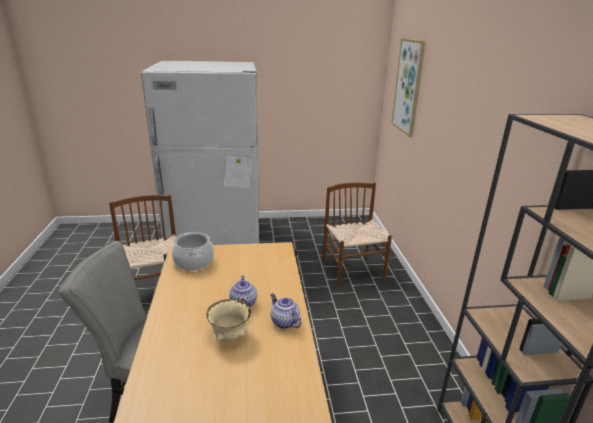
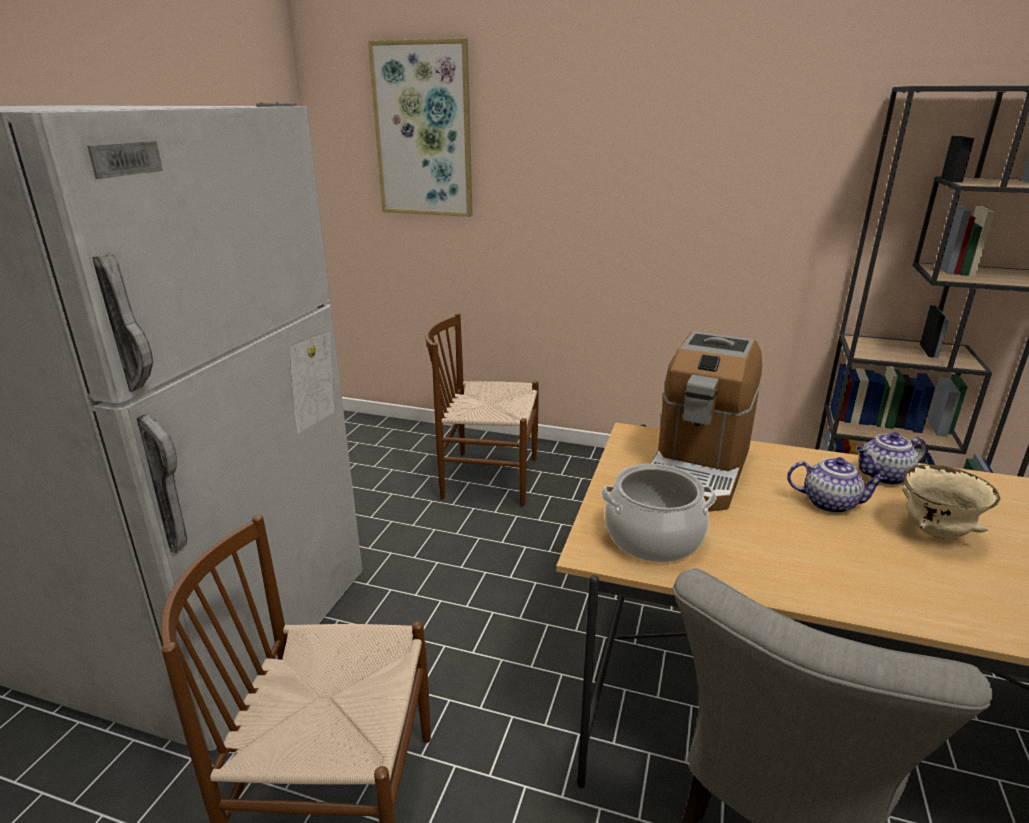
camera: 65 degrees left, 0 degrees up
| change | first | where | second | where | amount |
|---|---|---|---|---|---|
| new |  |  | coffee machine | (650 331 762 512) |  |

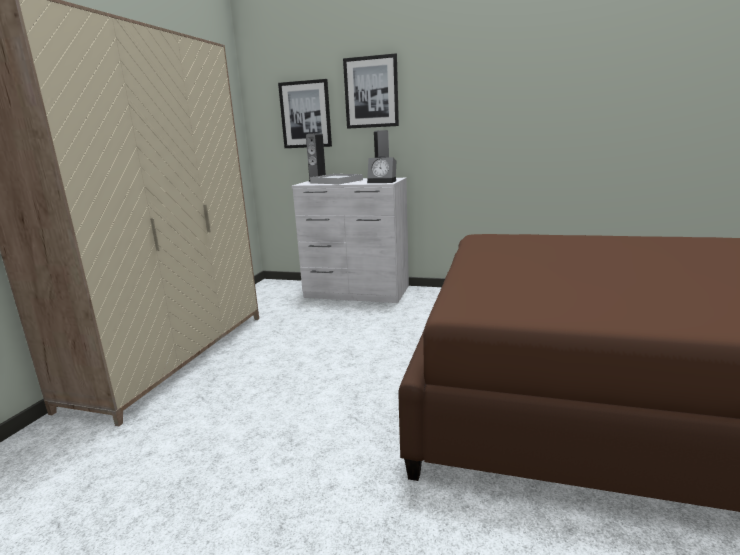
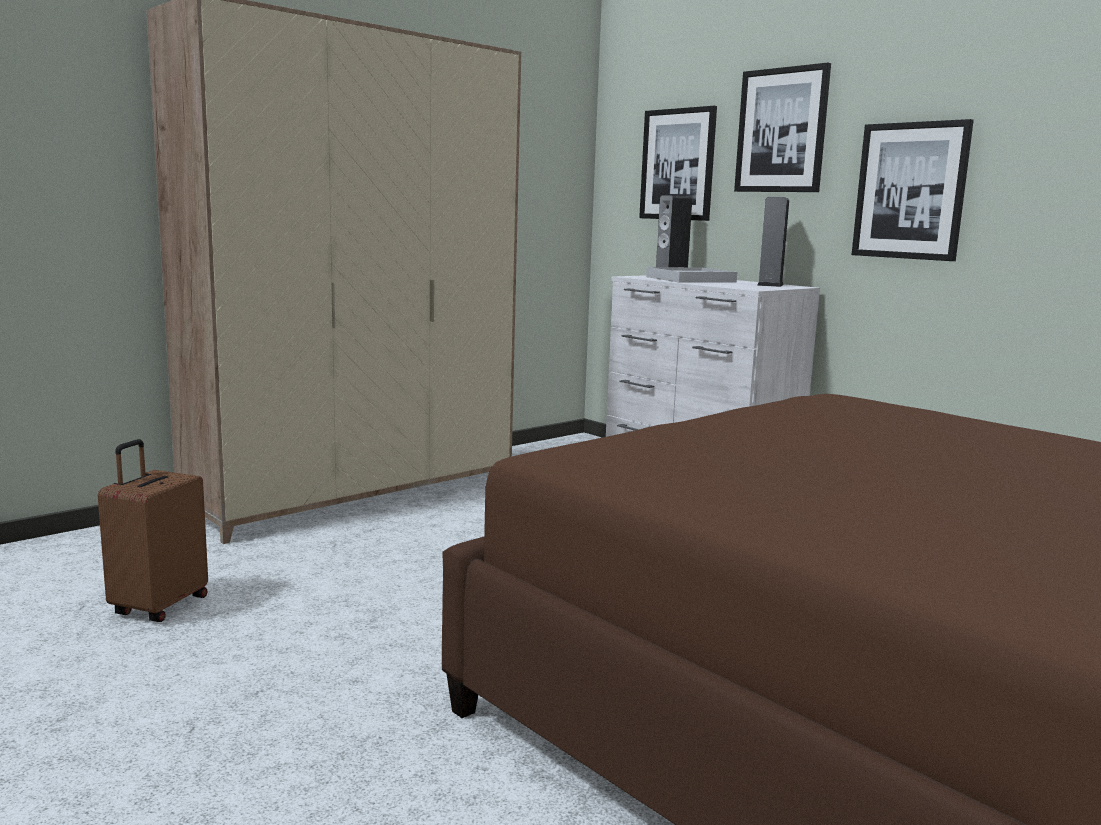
camera: 30 degrees right, 5 degrees down
| change | first | where | second | where | amount |
|---|---|---|---|---|---|
| gone | alarm clock | (367 156 396 183) |  |  |  |
| new |  |  | suitcase in brown | (98 439 208 622) |  |
| new |  |  | picture | (852 119 974 261) |  |

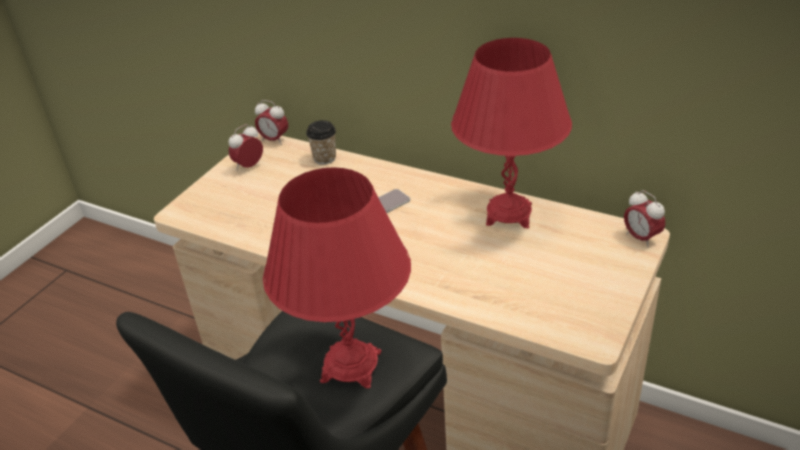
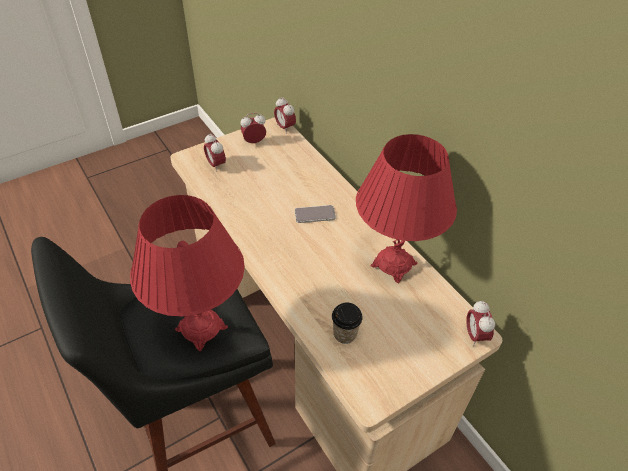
camera: 25 degrees right, 10 degrees up
| change | first | where | second | where | amount |
|---|---|---|---|---|---|
| shifted | cup | (306 120 336 165) |  | (332 302 363 344) |  |
| new |  |  | alarm clock | (204 133 226 172) |  |

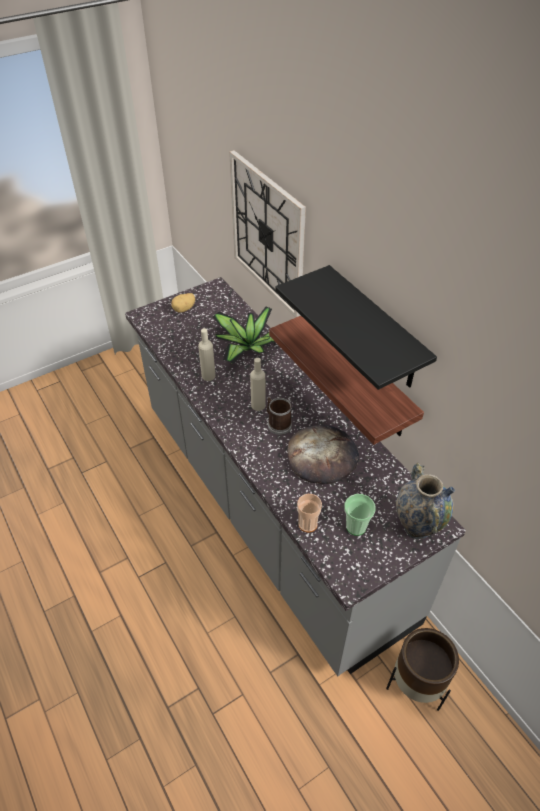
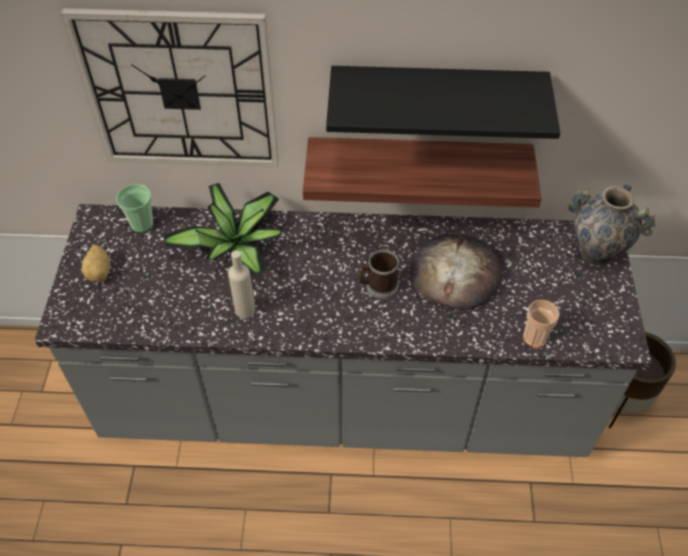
camera: 55 degrees left, 5 degrees up
| change | first | where | second | where | amount |
|---|---|---|---|---|---|
| gone | bottle in beige | (250 358 266 411) |  |  |  |
| shifted | cup | (344 494 376 536) |  | (116 184 153 233) |  |

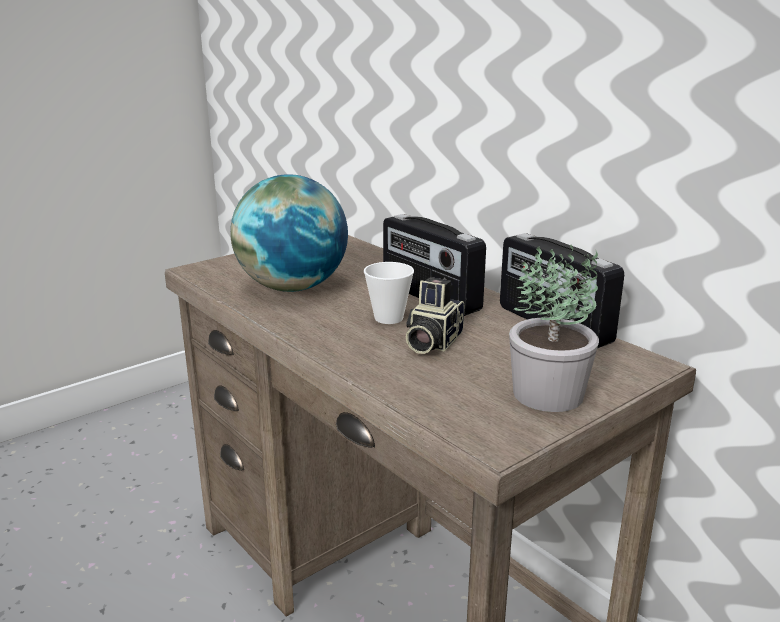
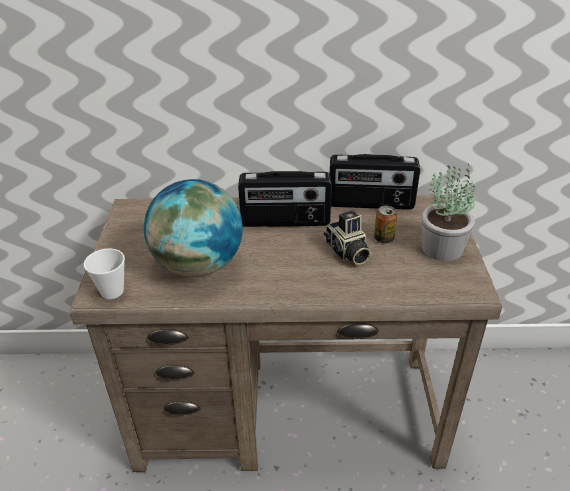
camera: 50 degrees left, 15 degrees up
| change | first | where | second | where | amount |
|---|---|---|---|---|---|
| shifted | cup | (364 262 414 324) |  | (84 248 125 299) |  |
| new |  |  | can | (374 206 397 243) |  |

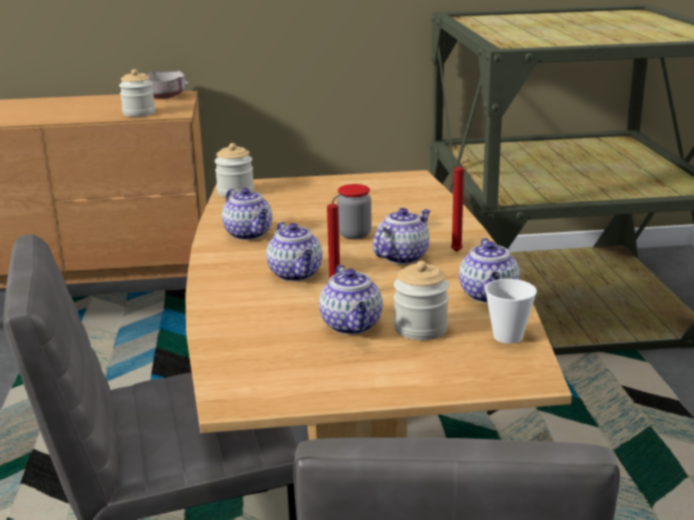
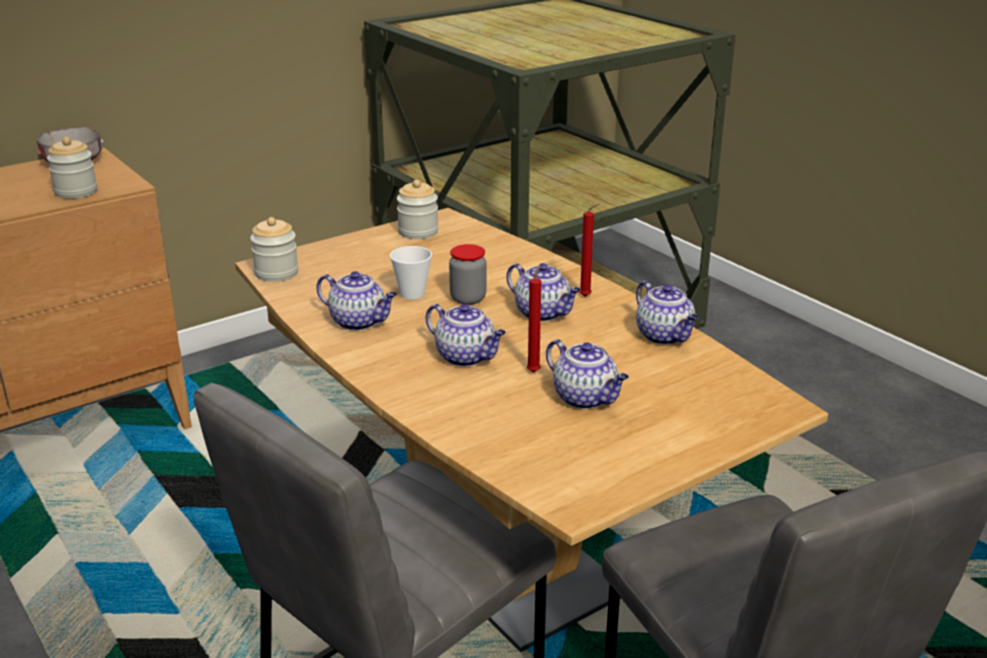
camera: 30 degrees left, 5 degrees up
| change | first | where | second | where | amount |
|---|---|---|---|---|---|
| rotated | teapot | (373 208 430 264) |  | (506 263 581 322) | 120 degrees clockwise |
| shifted | jar | (394 261 449 340) |  | (397 180 439 239) |  |
| shifted | cup | (485 279 537 344) |  | (389 246 432 300) |  |

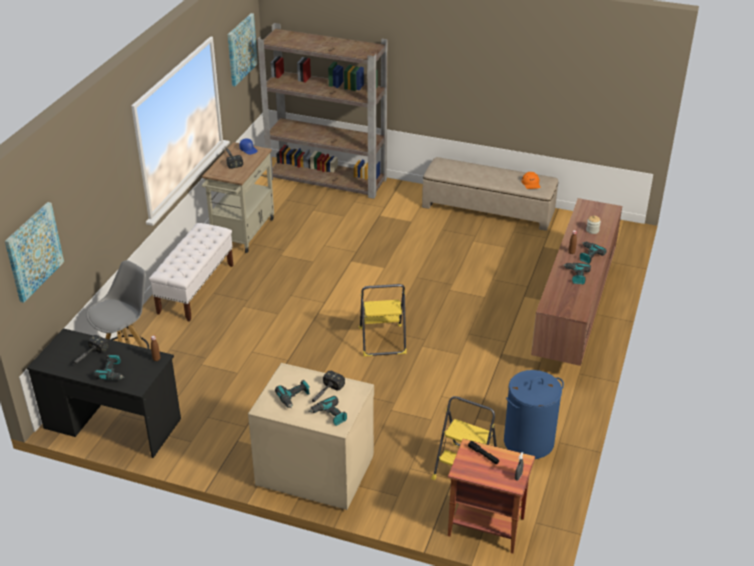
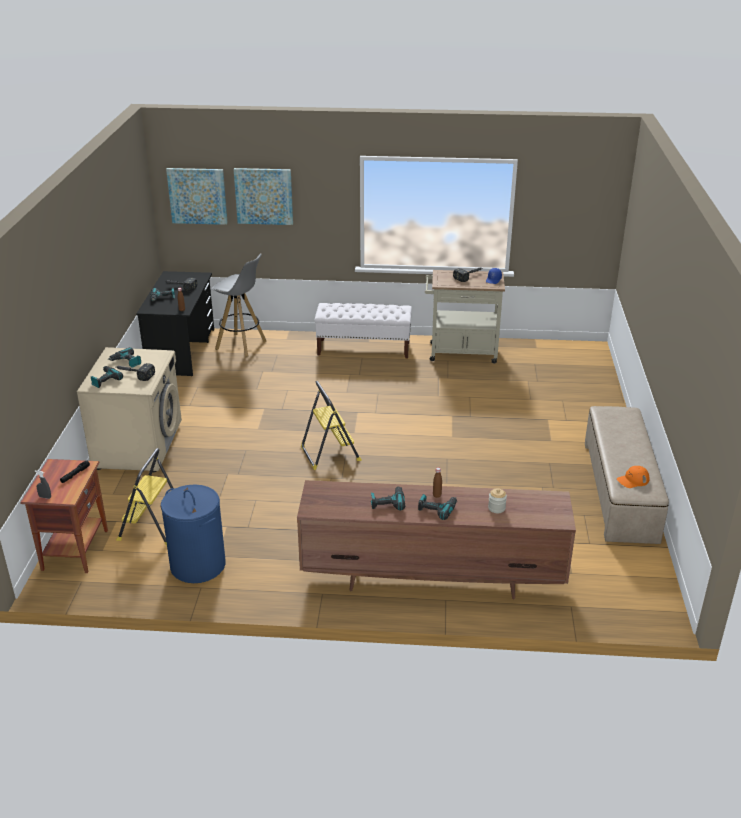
camera: 75 degrees right, 5 degrees down
| change | first | where | second | where | amount |
|---|---|---|---|---|---|
| shifted | picture | (228 13 258 86) |  | (234 168 293 225) |  |
| gone | bookcase in brown | (257 23 388 199) |  |  |  |

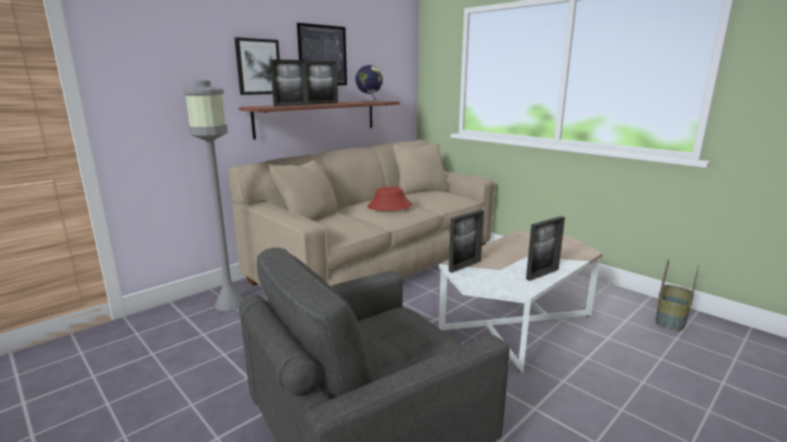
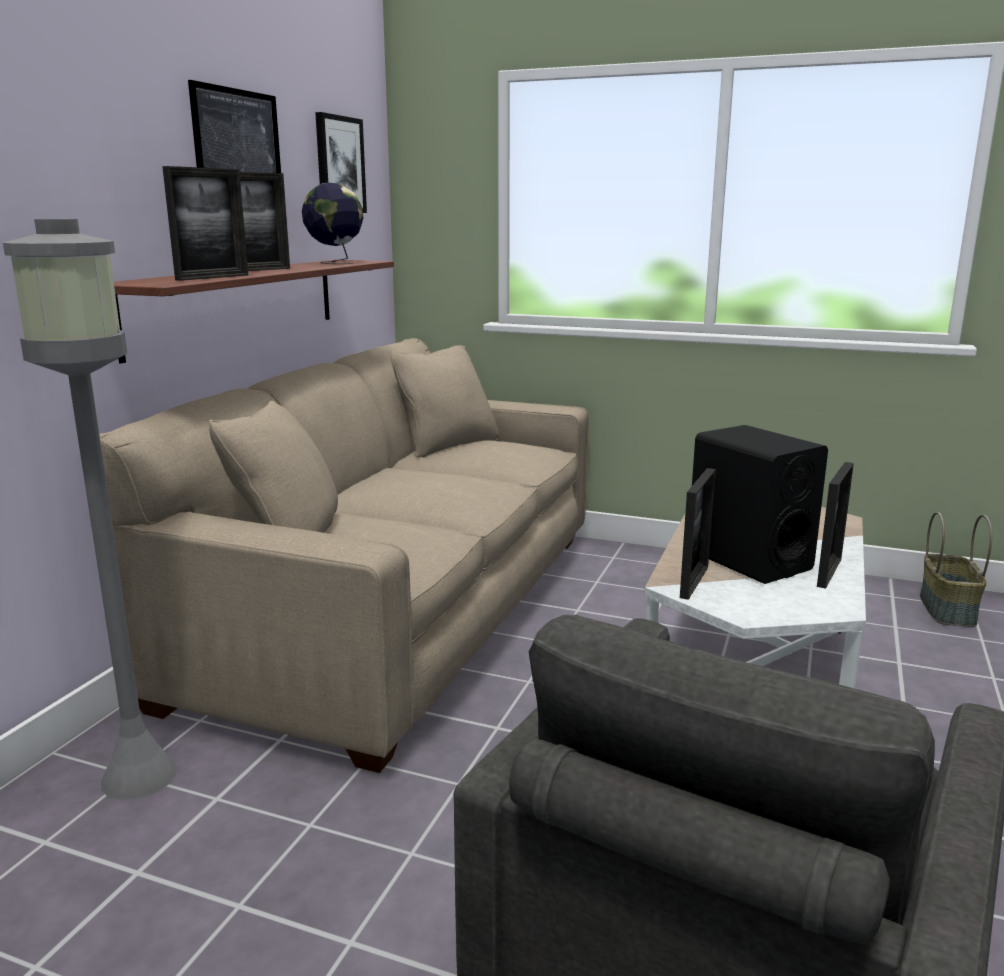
camera: 25 degrees left, 0 degrees up
| change | first | where | second | where | amount |
|---|---|---|---|---|---|
| shifted | picture | (234 37 280 95) |  | (315 112 367 213) |  |
| gone | hat in red | (367 187 413 211) |  |  |  |
| new |  |  | speaker in black | (692 425 828 584) |  |

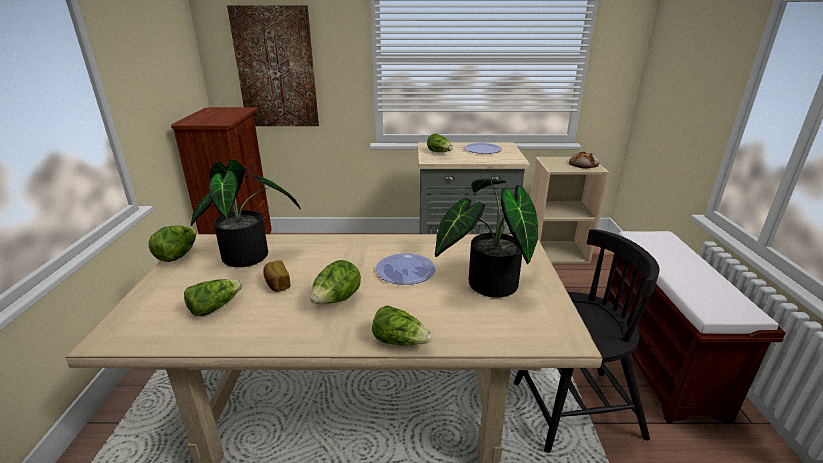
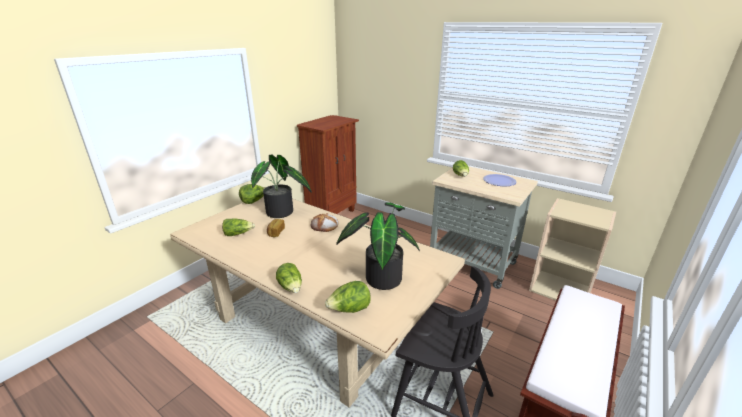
camera: 35 degrees right, 0 degrees up
| change | first | where | second | where | amount |
|---|---|---|---|---|---|
| gone | picture | (227 5 319 126) |  |  |  |
| shifted | lettuce | (310 260 361 304) |  | (325 281 371 313) |  |
| gone | plate | (375 253 435 285) |  |  |  |
| shifted | bread | (569 151 599 168) |  | (310 213 339 232) |  |

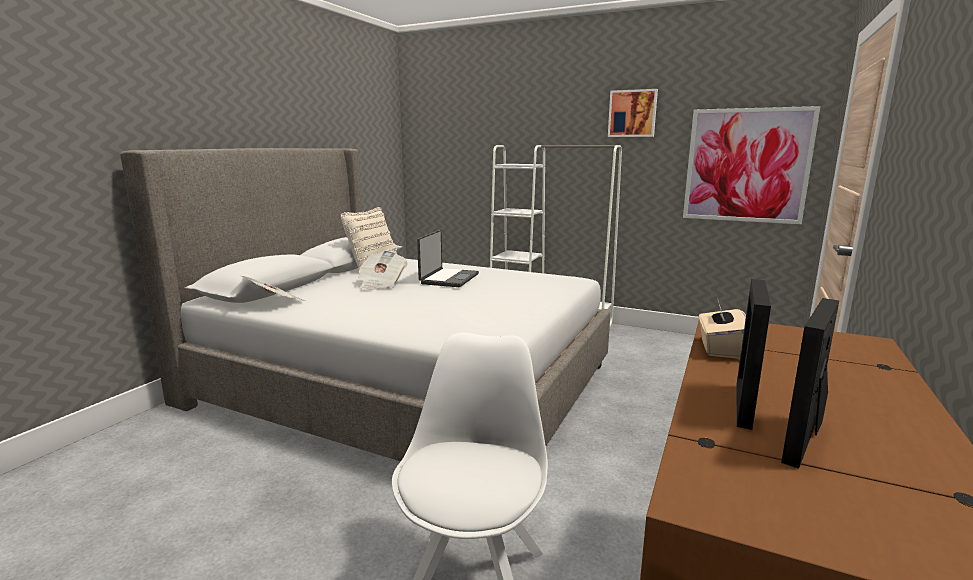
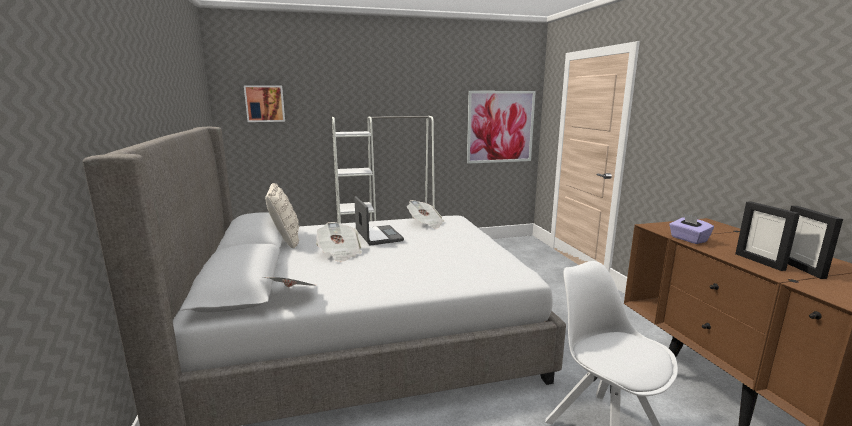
camera: 40 degrees left, 0 degrees up
| change | first | where | second | where | amount |
|---|---|---|---|---|---|
| shifted | picture | (608 89 658 137) |  | (244 85 285 122) |  |
| repainted | tissue box in beige | (699 300 746 359) | tissue box in purple | (669 213 714 244) |  |
| new |  |  | newspaper | (407 200 444 229) |  |

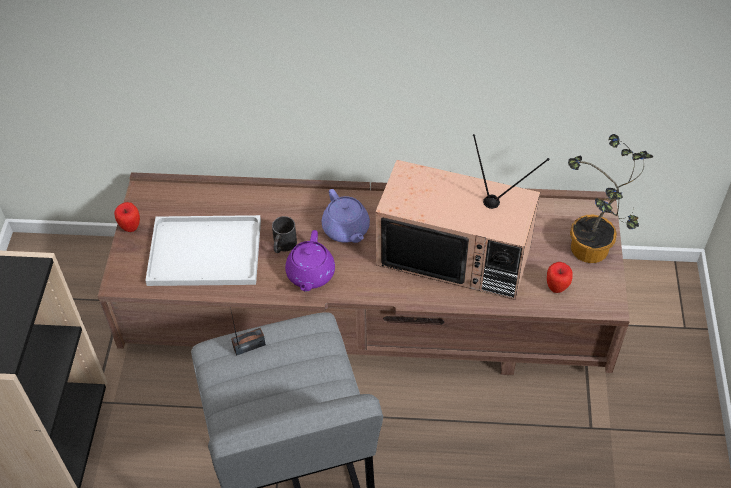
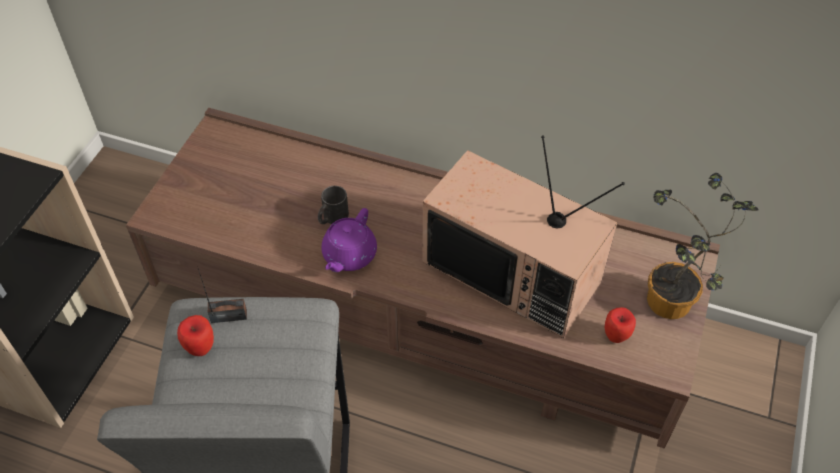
camera: 15 degrees right, 0 degrees up
| change | first | where | second | where | amount |
|---|---|---|---|---|---|
| shifted | apple | (114 202 140 232) |  | (177 315 214 356) |  |
| gone | tray in white | (145 215 261 286) |  |  |  |
| gone | teapot in purple | (322 189 370 243) |  |  |  |

